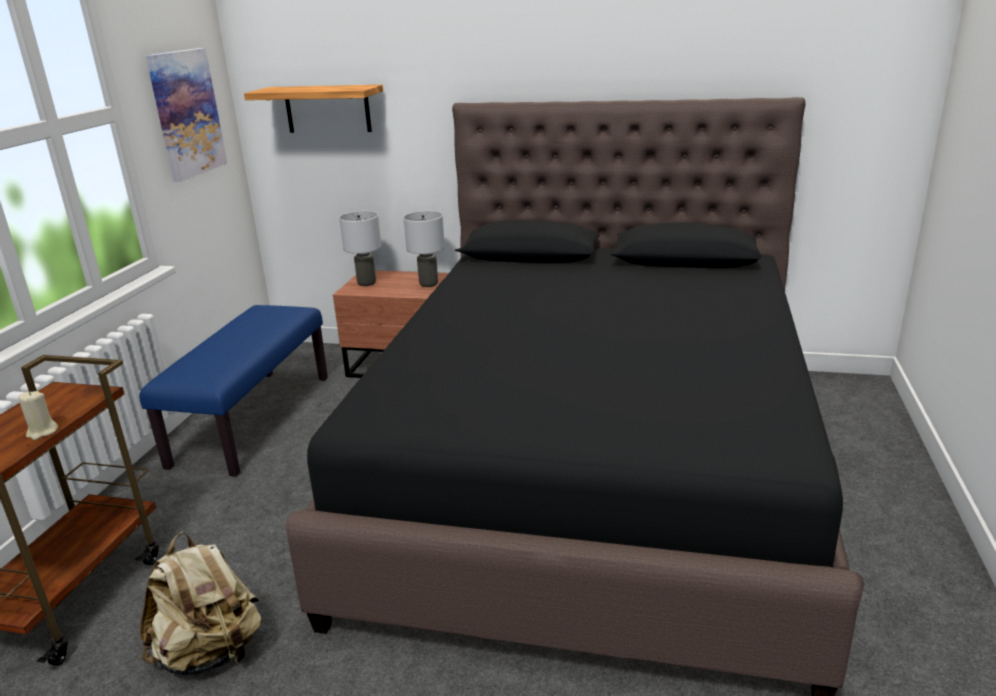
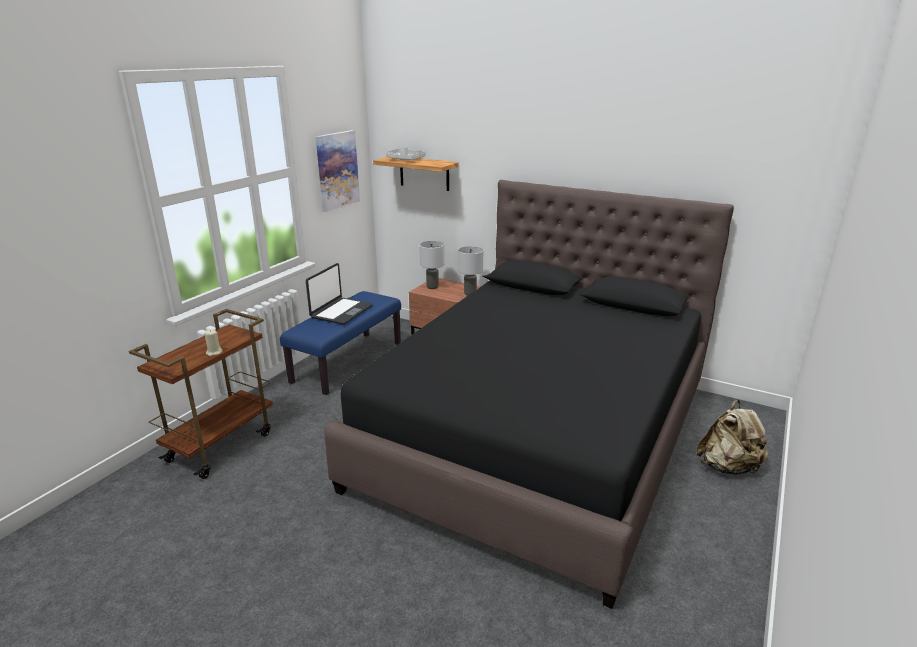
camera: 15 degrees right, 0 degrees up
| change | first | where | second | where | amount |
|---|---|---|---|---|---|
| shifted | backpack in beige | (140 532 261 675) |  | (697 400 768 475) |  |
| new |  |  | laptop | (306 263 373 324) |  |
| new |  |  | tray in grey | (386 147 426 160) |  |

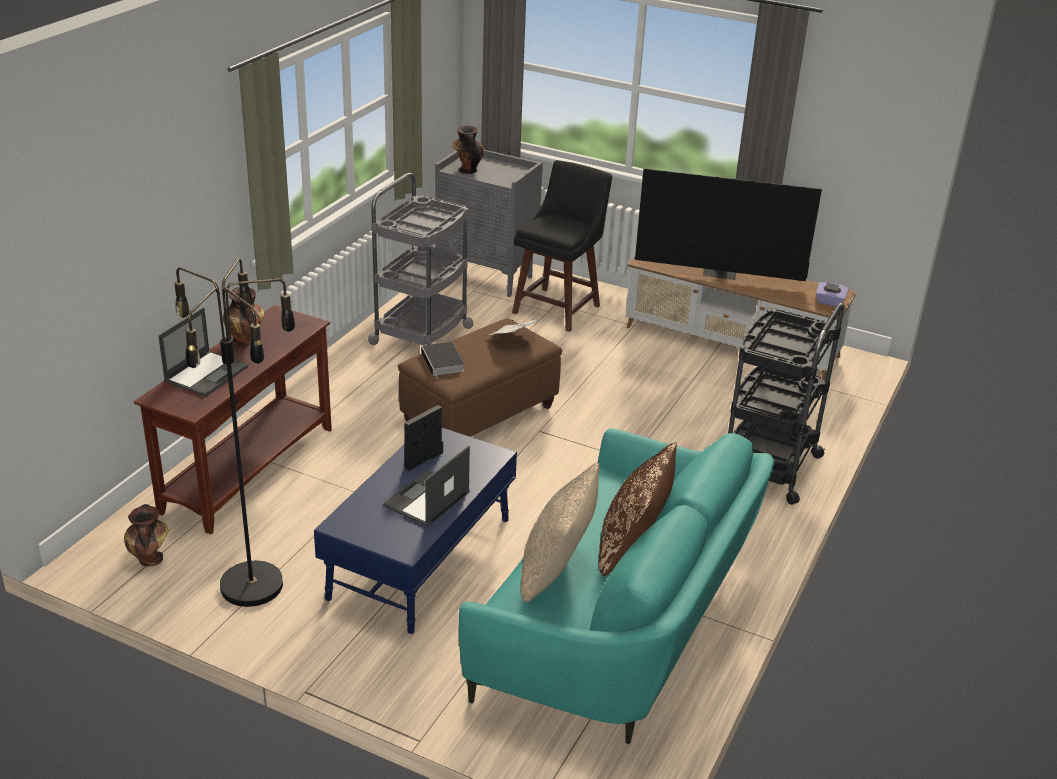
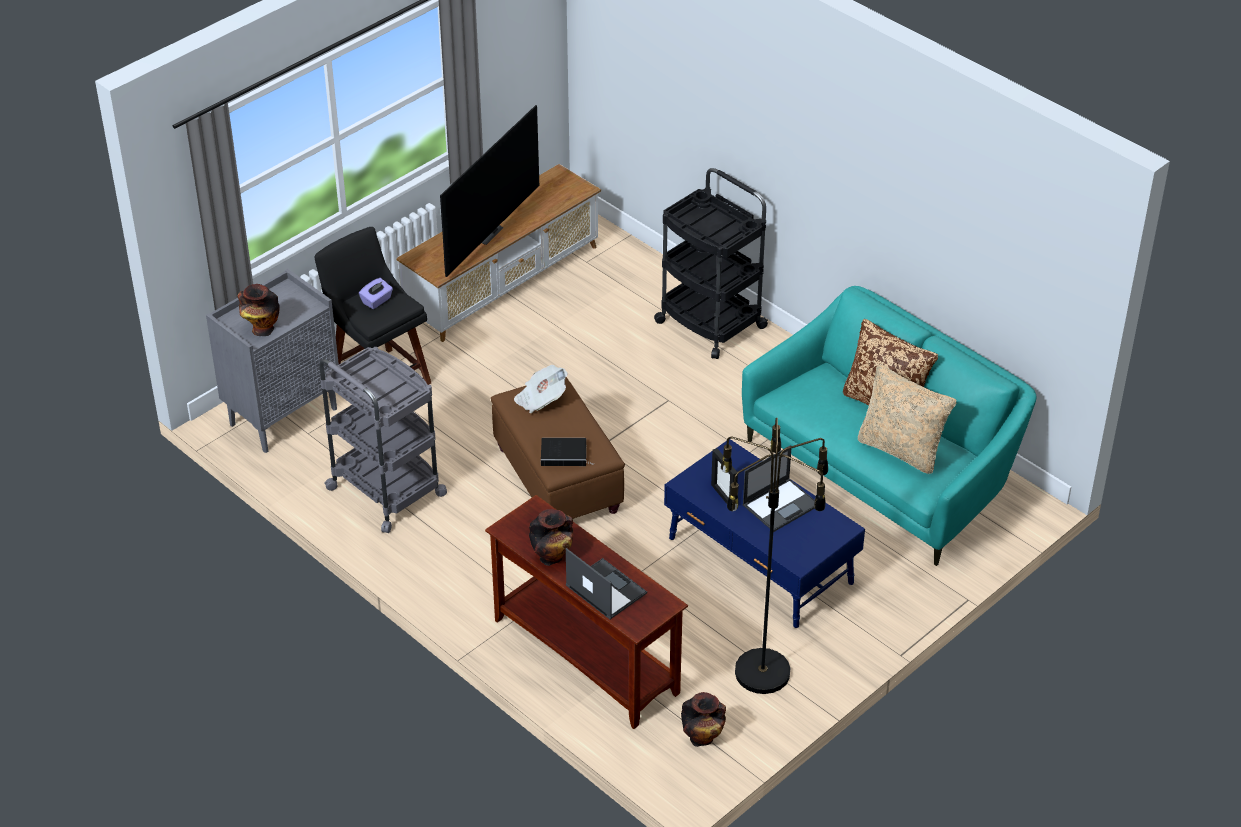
camera: 70 degrees left, 10 degrees up
| change | first | where | second | where | amount |
|---|---|---|---|---|---|
| rotated | laptop | (383 446 470 527) |  | (742 445 815 532) | 90 degrees counterclockwise |
| shifted | tissue box in purple | (816 282 849 307) |  | (359 278 393 309) |  |

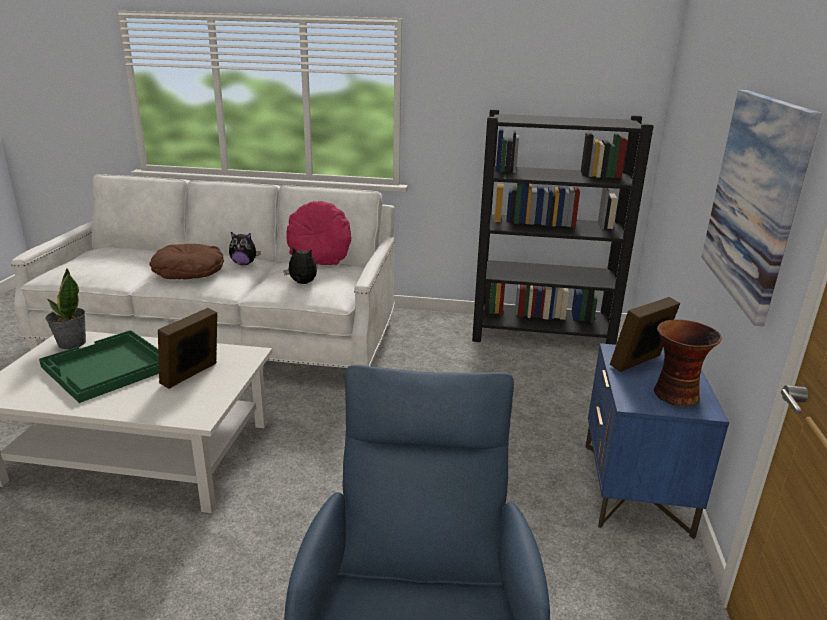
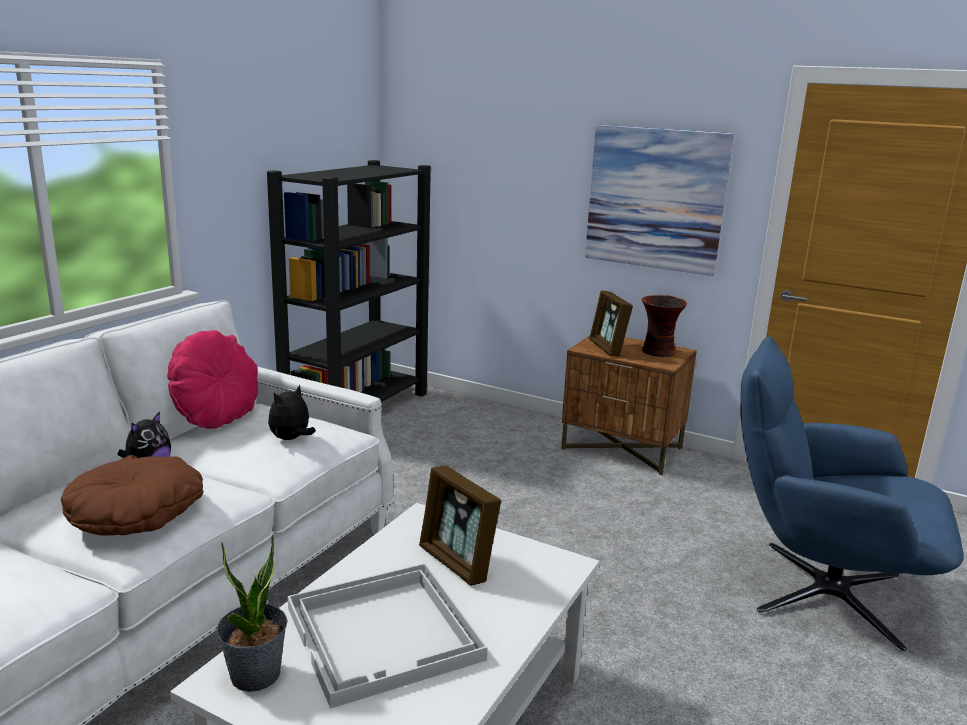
camera: 70 degrees left, 5 degrees down
| change | first | where | second | where | amount |
|---|---|---|---|---|---|
| repainted | tray in green | (39 330 159 403) | tray in white | (288 563 488 709) |  |
| repainted | nightstand in blue | (585 343 730 539) | nightstand in brown | (561 336 697 476) |  |

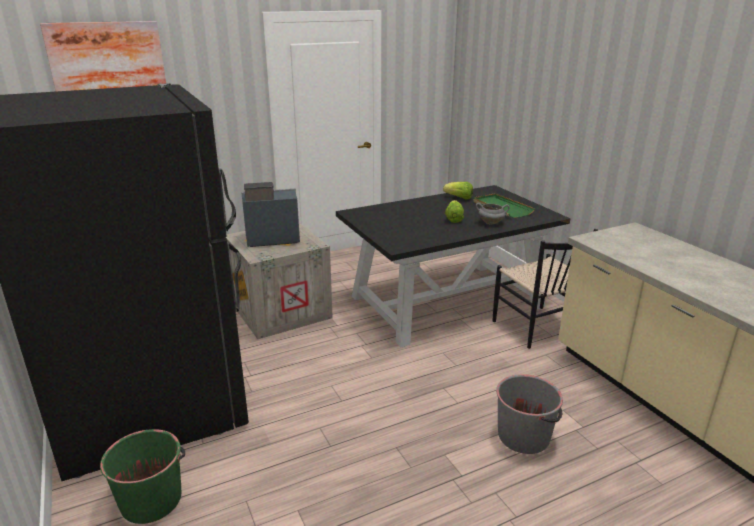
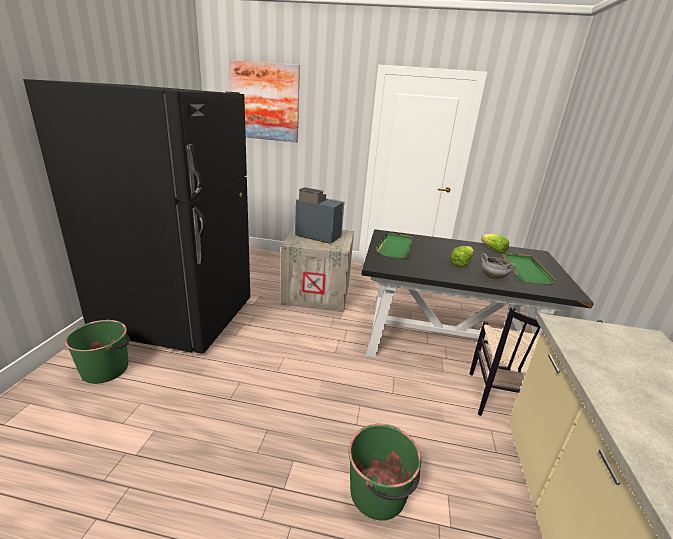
camera: 35 degrees right, 0 degrees up
| change | first | where | second | where | amount |
|---|---|---|---|---|---|
| repainted | bucket in grey | (496 374 563 454) | bucket in green | (348 424 421 520) |  |
| new |  |  | tray in green | (376 233 413 258) |  |

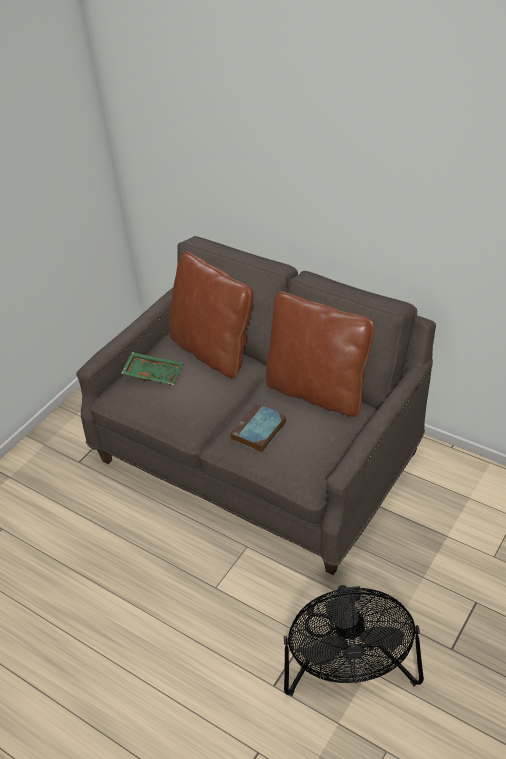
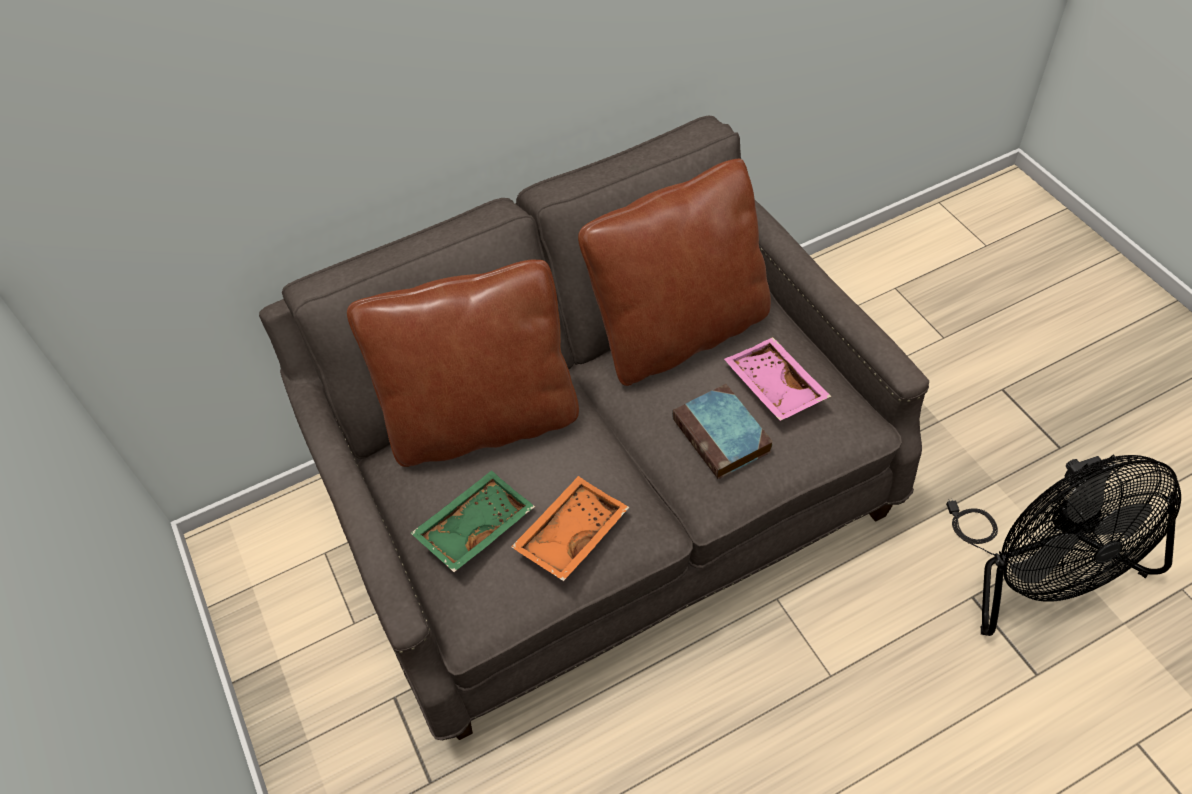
camera: 60 degrees left, 10 degrees up
| change | first | where | second | where | amount |
|---|---|---|---|---|---|
| rotated | fan in black | (284 585 424 696) |  | (946 455 1181 636) | 45 degrees clockwise |
| new |  |  | tray in orange | (511 476 629 581) |  |
| new |  |  | tray in pink | (724 337 831 421) |  |

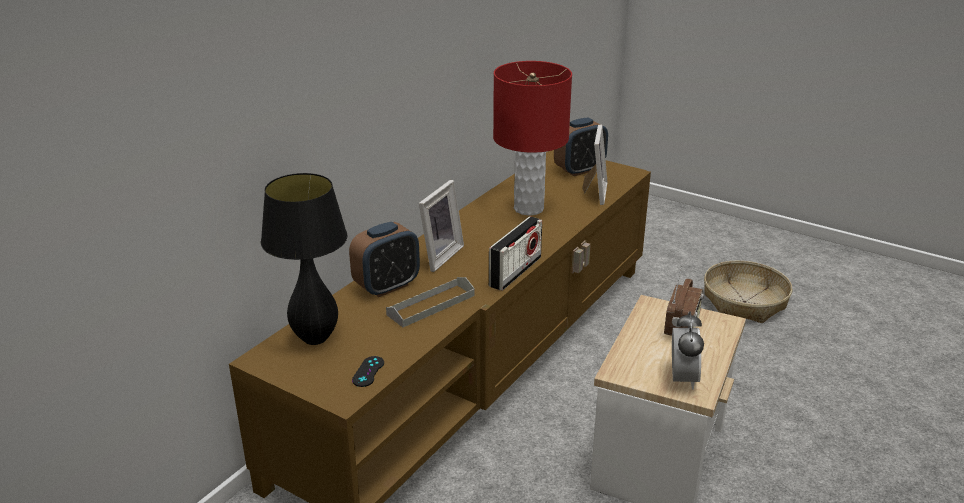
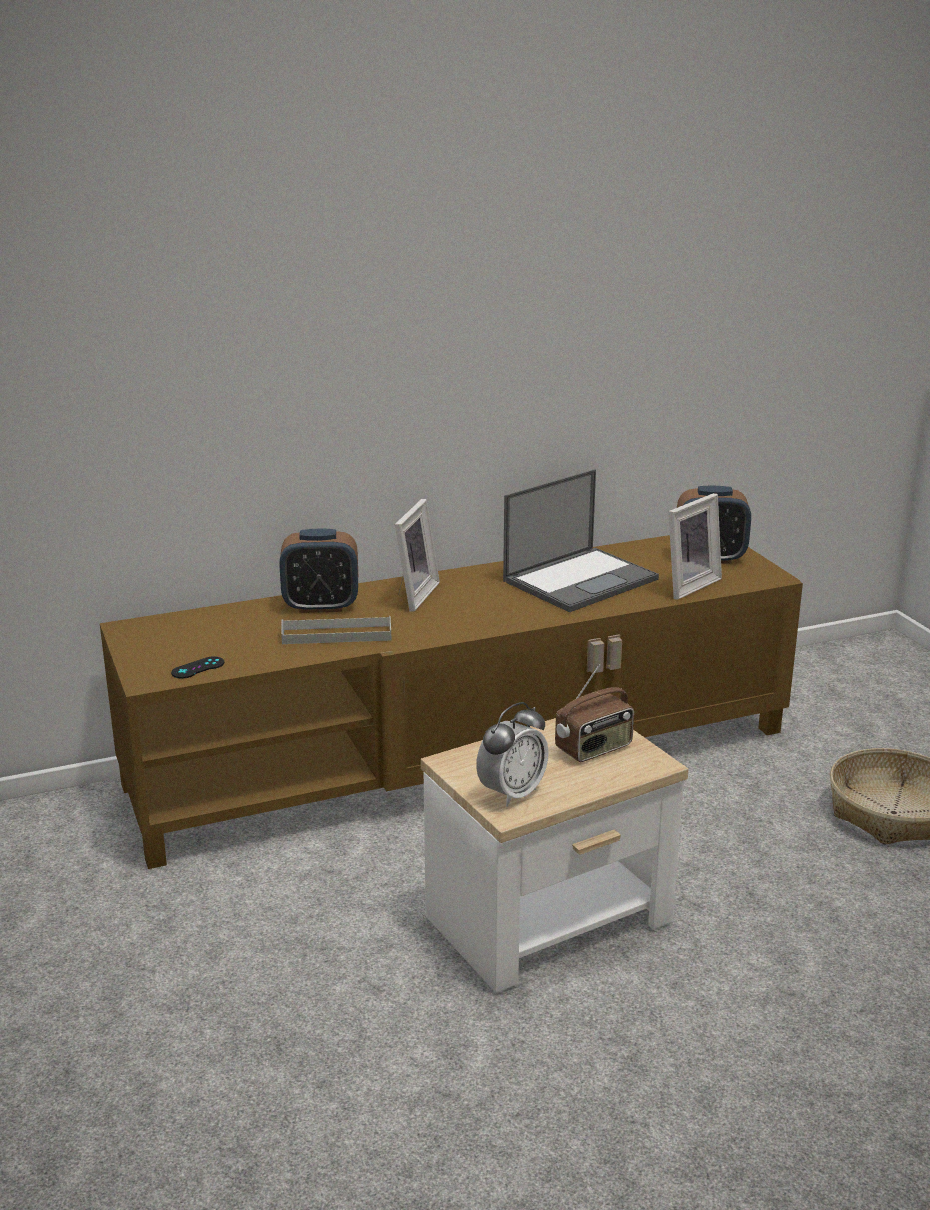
camera: 35 degrees right, 5 degrees down
| change | first | where | second | where | amount |
|---|---|---|---|---|---|
| gone | table lamp in black | (261 173 348 345) |  |  |  |
| rotated | picture frame | (419 180 464 272) |  | (395 499 440 612) | 45 degrees counterclockwise |
| gone | radio | (489 216 542 291) |  |  |  |
| swapped | table lamp in red | (493 61 572 216) | laptop | (503 469 659 612) |  |

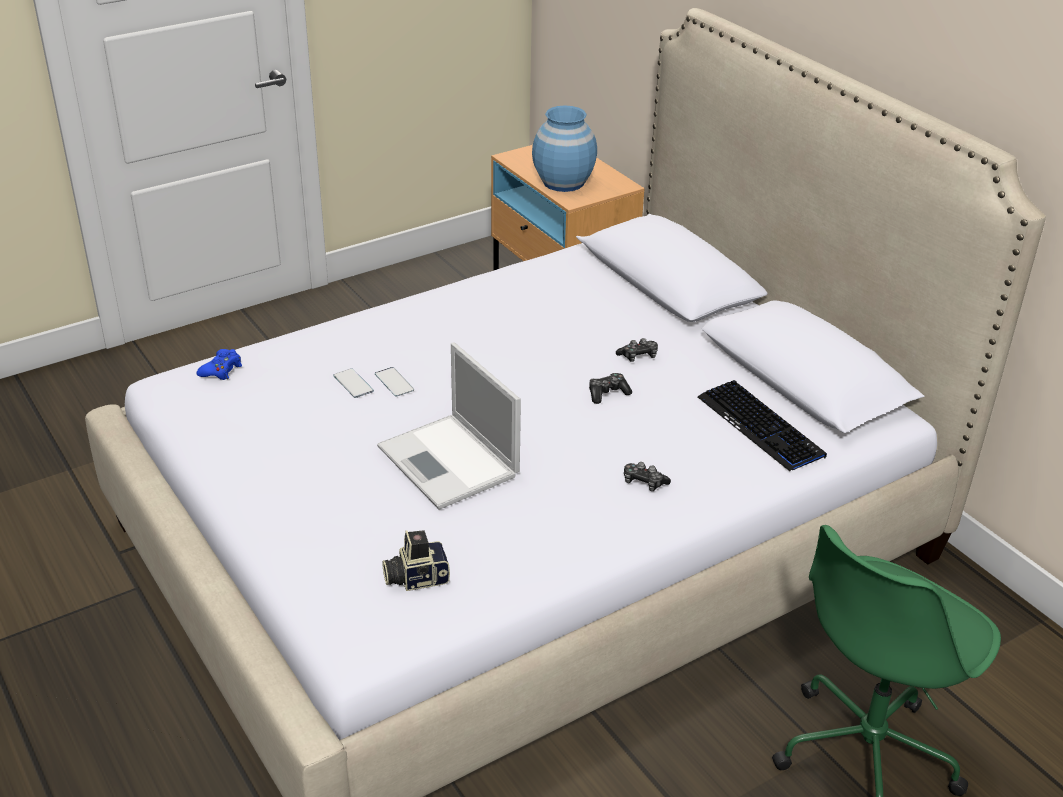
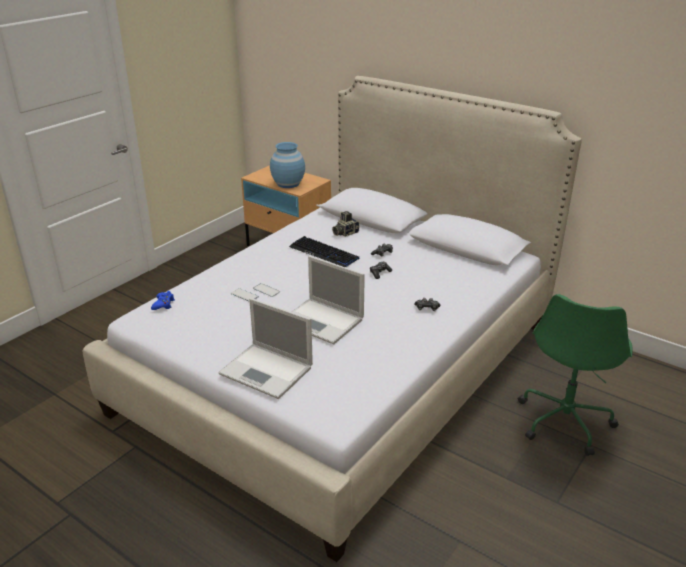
camera: 20 degrees left, 5 degrees down
| change | first | where | second | where | amount |
|---|---|---|---|---|---|
| shifted | photo camera | (382 530 450 591) |  | (332 211 359 237) |  |
| shifted | keyboard | (698 380 827 471) |  | (289 236 359 267) |  |
| new |  |  | laptop | (218 298 313 399) |  |

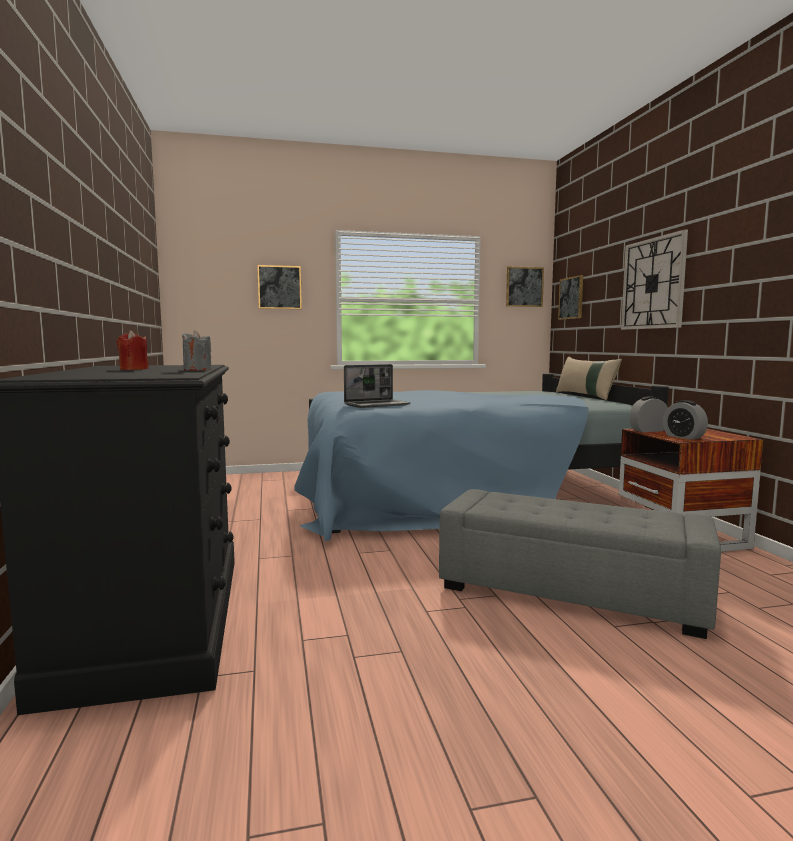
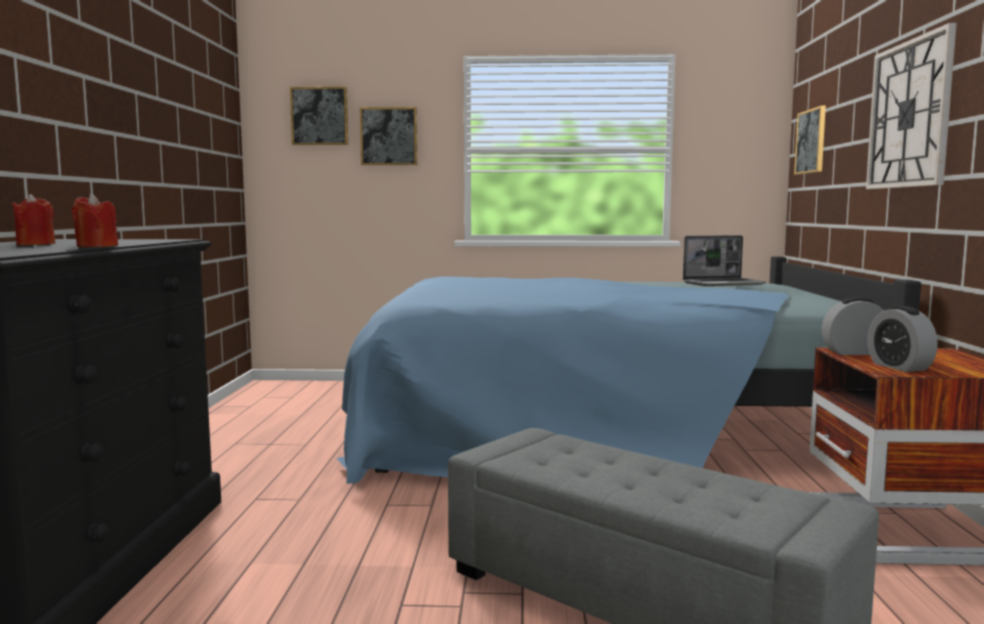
camera: 15 degrees right, 0 degrees up
| change | first | where | second | where | amount |
|---|---|---|---|---|---|
| repainted | candle in grey | (182 330 212 371) | candle in red | (72 193 118 247) |  |
| shifted | laptop | (344 364 410 408) |  | (683 235 766 286) |  |
| shifted | picture | (506 266 544 307) |  | (290 87 348 145) |  |
| gone | pillow in beige | (556 357 622 400) |  |  |  |

